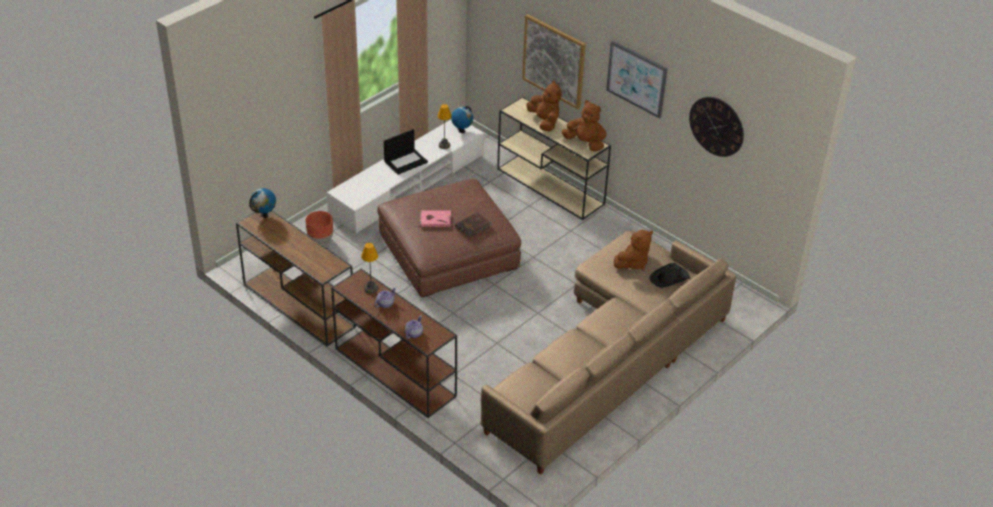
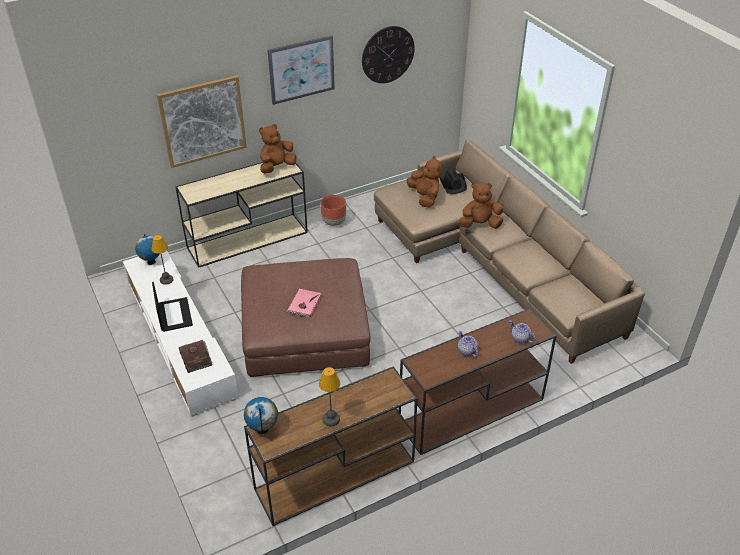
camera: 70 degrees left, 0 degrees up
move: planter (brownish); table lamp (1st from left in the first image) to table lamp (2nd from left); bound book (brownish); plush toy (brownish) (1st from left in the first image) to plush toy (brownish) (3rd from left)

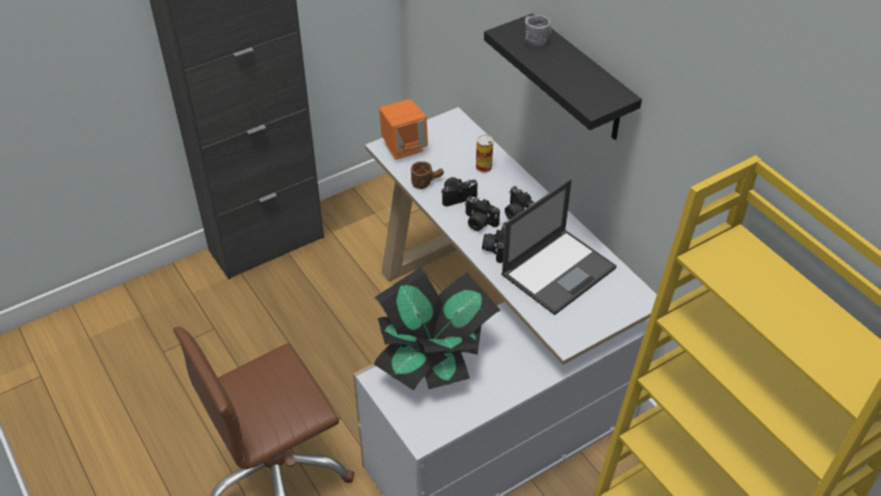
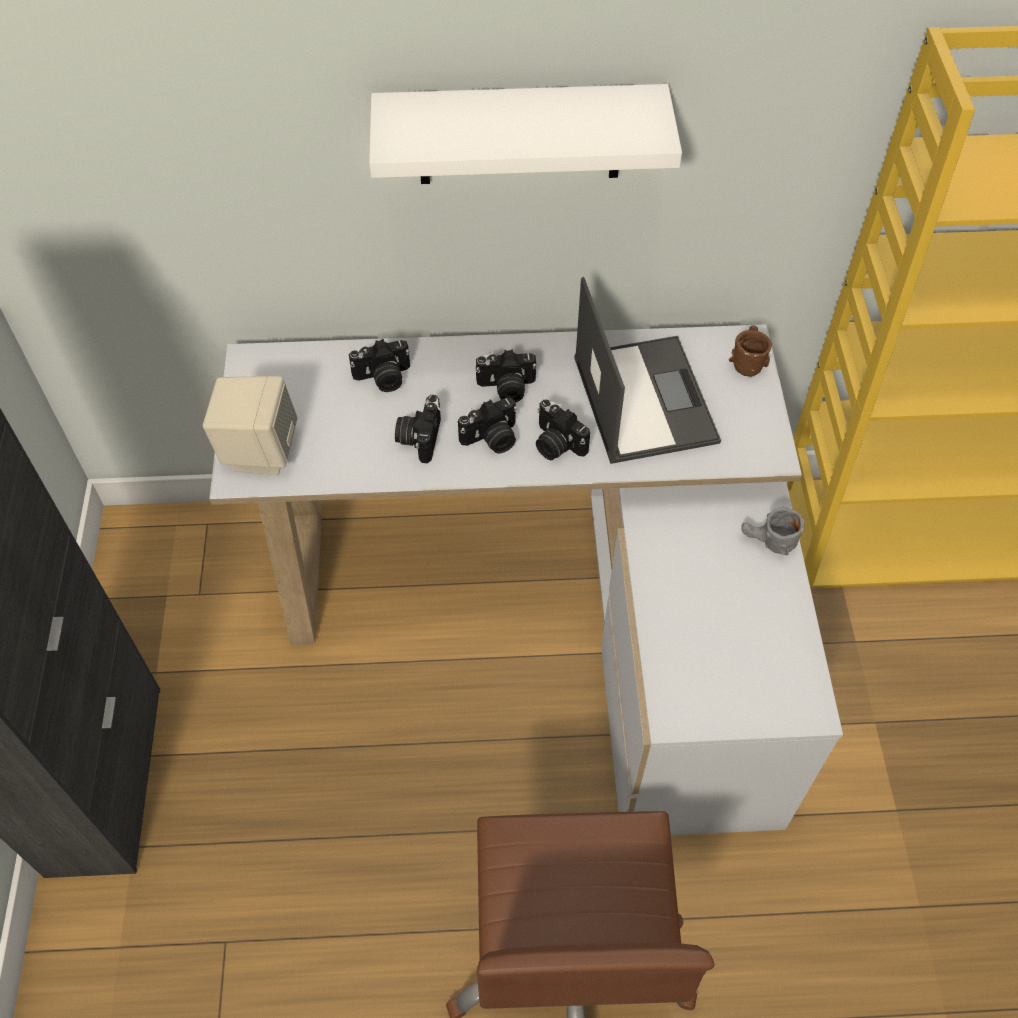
camera: 60 degrees left, 10 degrees up
delete: houseplant
move: mug (brownish); mug (greyish)
replace: sealed can to still camera (1st from left)
recolor: audio speaker (orangey) to audio speaker (beige); wall shelf (black-coloured) to wall shelf (white)

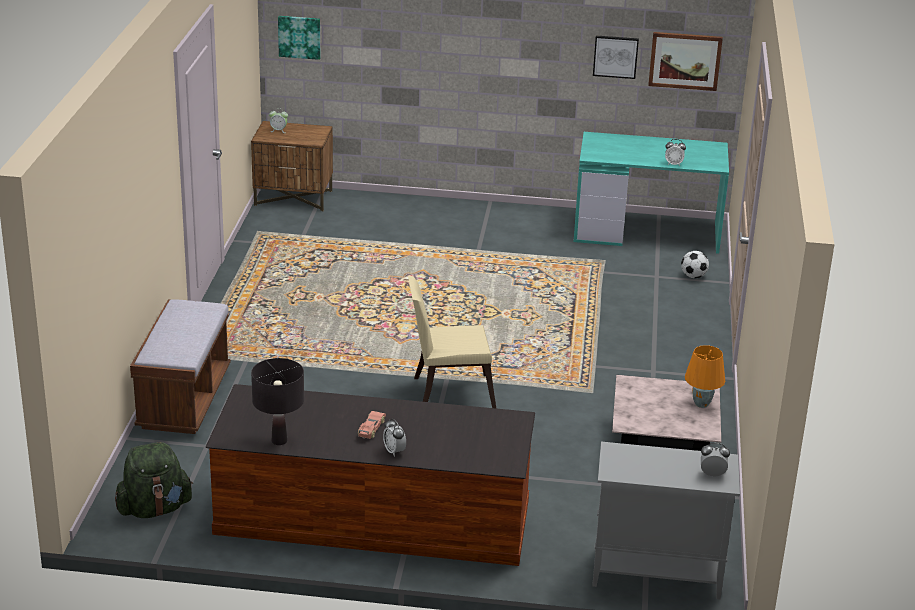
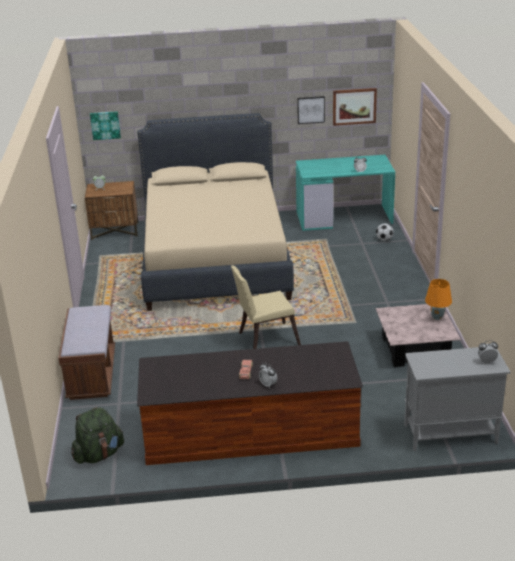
camera: 10 degrees left, 0 degrees up
delete: table lamp (black-coloured)
insert: bedroom bed (beige)

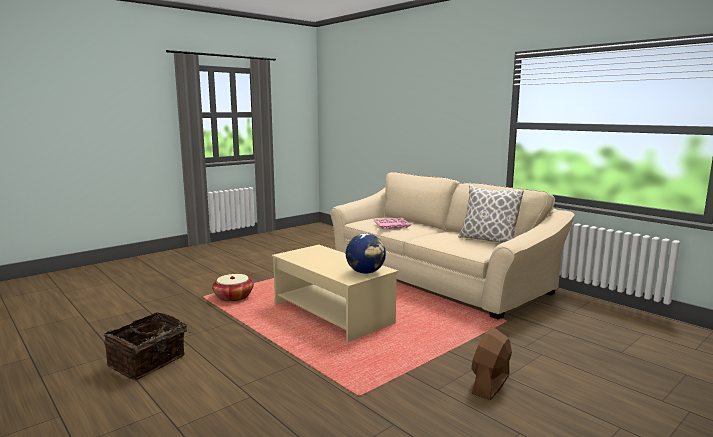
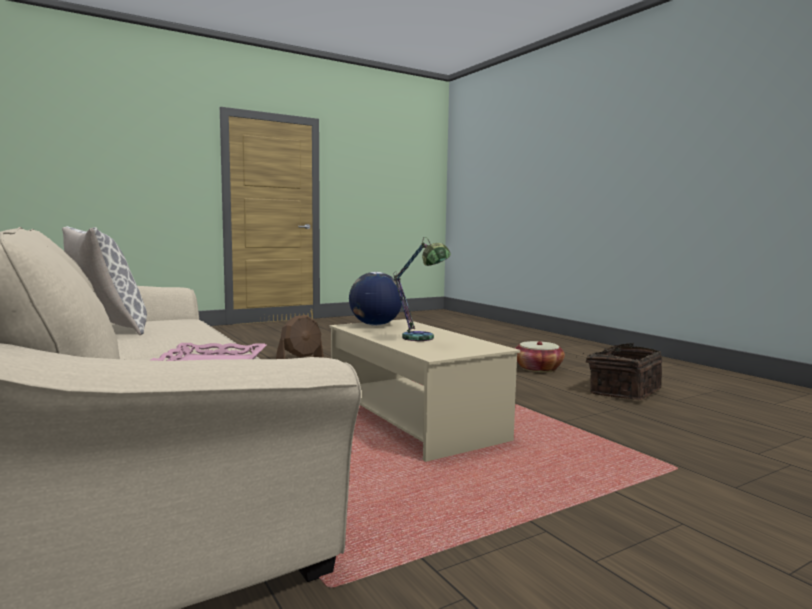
camera: 170 degrees left, 5 degrees down
insert: table lamp
move: household basket (2nd from left in the first image) to household basket (1st from left)

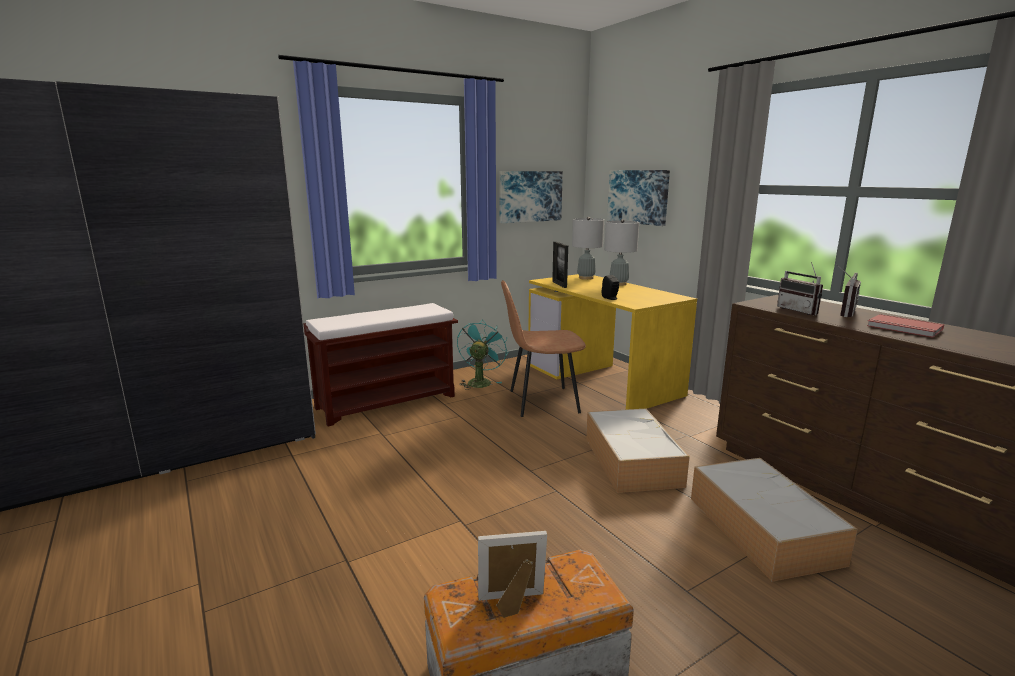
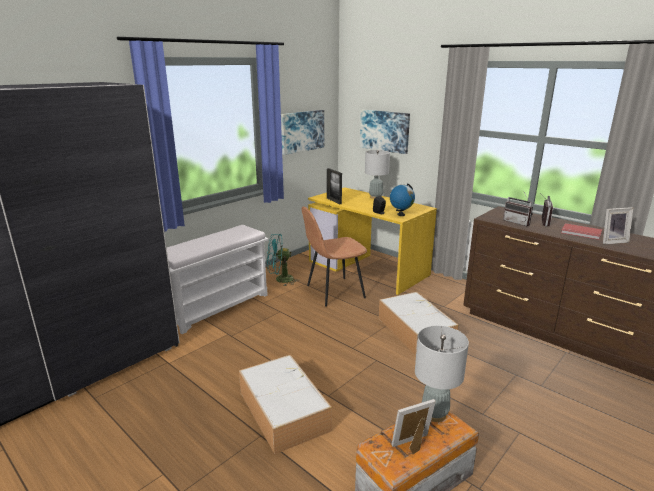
camera: 15 degrees left, 5 degrees up
insert: world globe; picture frame (3rd from left)
move: table lamp (greyish) (1st from left in the first image) to table lamp (greyish) (2nd from left); storage box (3rd from left in the first image) to storage box (1st from left)
recolor: indoor bench (brownish) to indoor bench (white)
rotate: electric fan (blue-green) 105 degrees counterclockwise

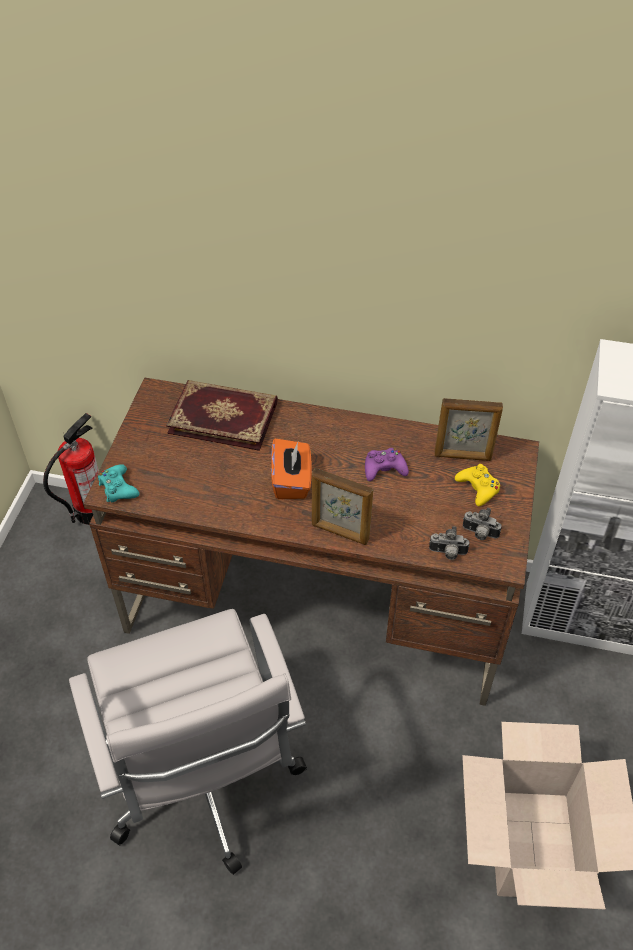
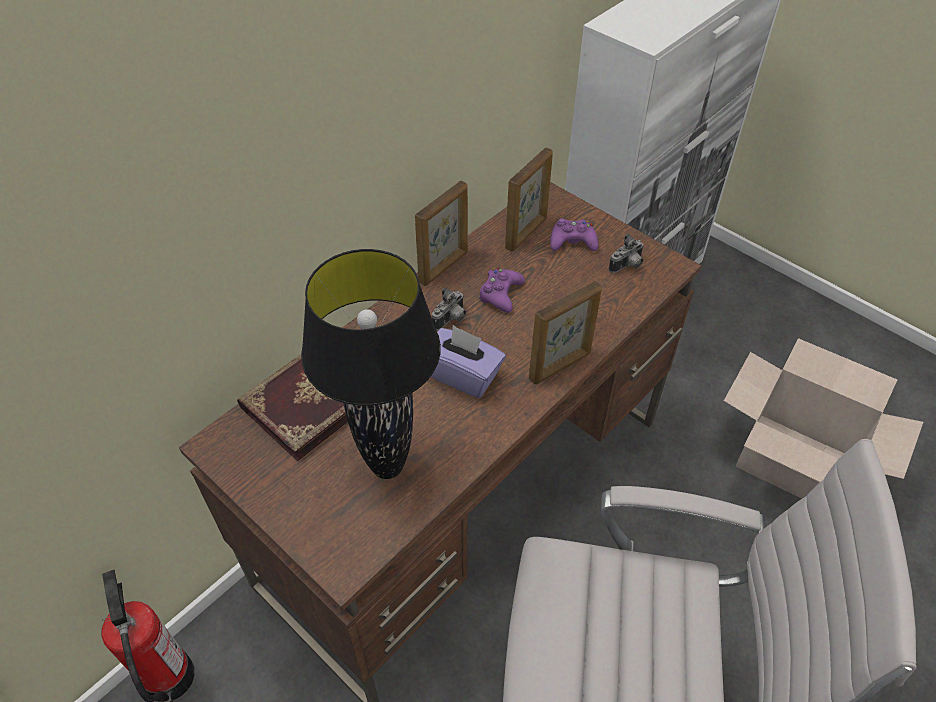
camera: 60 degrees left, 0 degrees up
delete: game controller (blue-green)
insert: table lamp (black-coloured); picture frame (1st from left)
move: still camera (1st from left)
recolor: tissue box (orangey) to tissue box (purple-coloured); game controller (yellowish) to game controller (purple-coloured) (2nd from left)

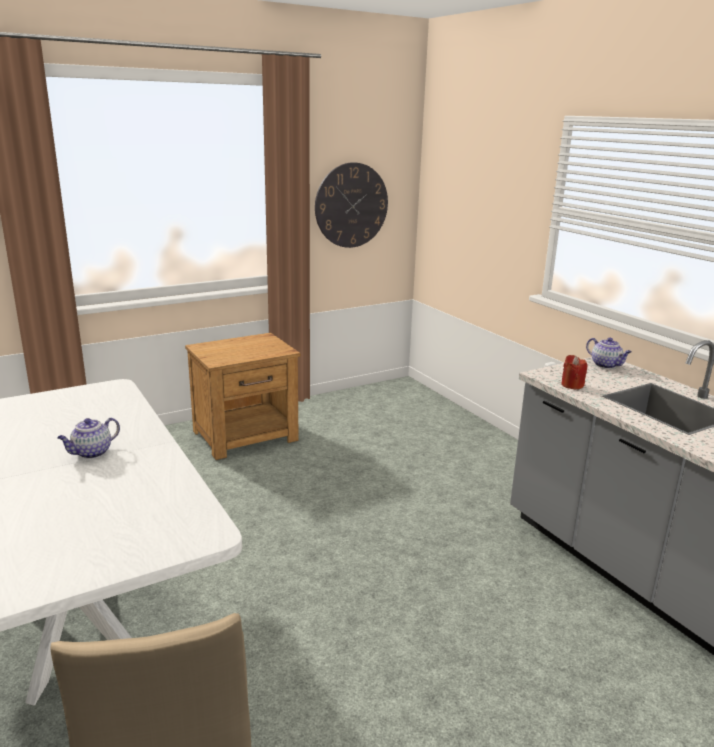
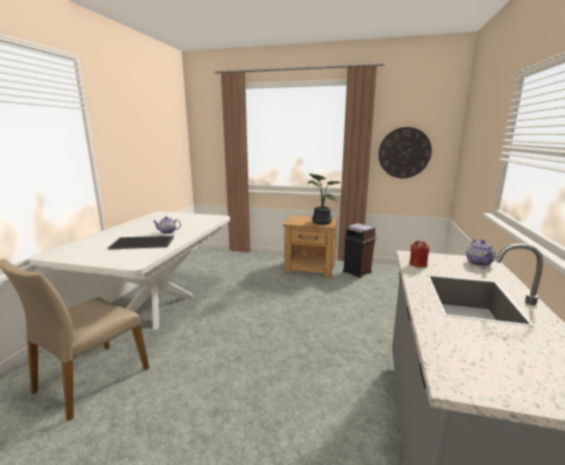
camera: 45 degrees right, 5 degrees down
insert: serving tray; houseplant; rubbish bin (brownish)

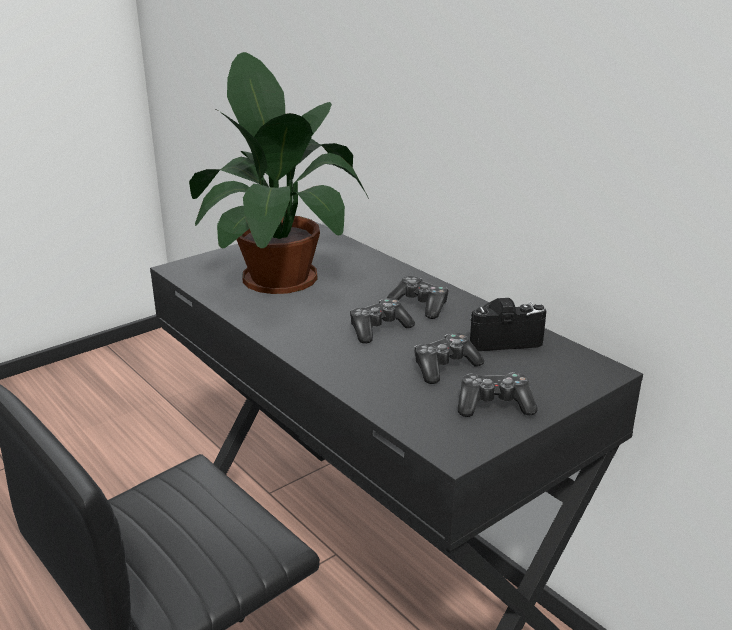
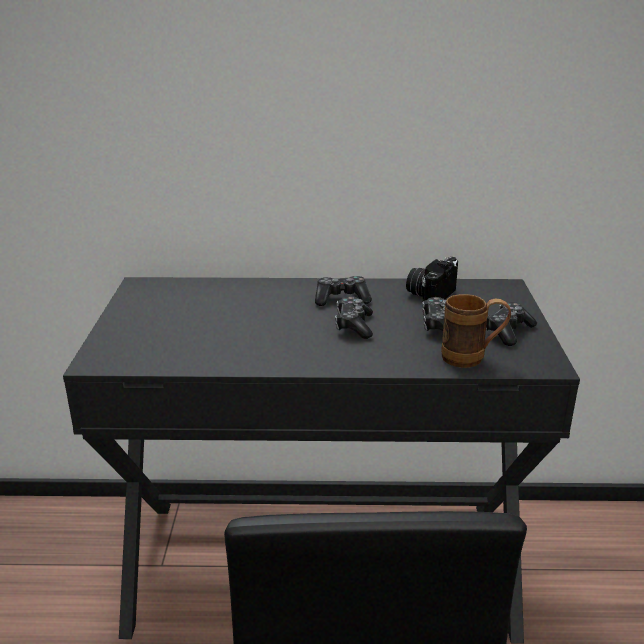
camera: 50 degrees left, 0 degrees up
delete: houseplant
insert: mug (brownish)

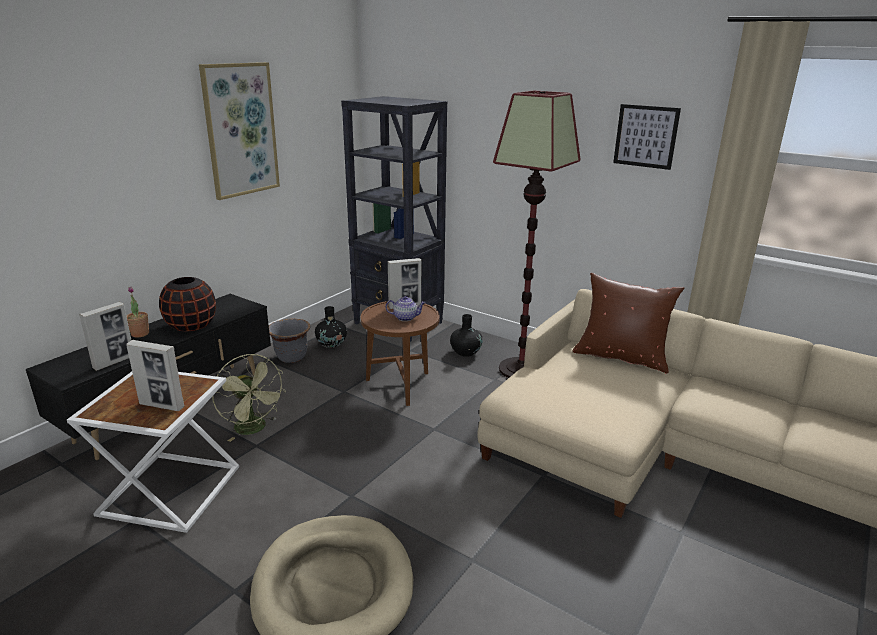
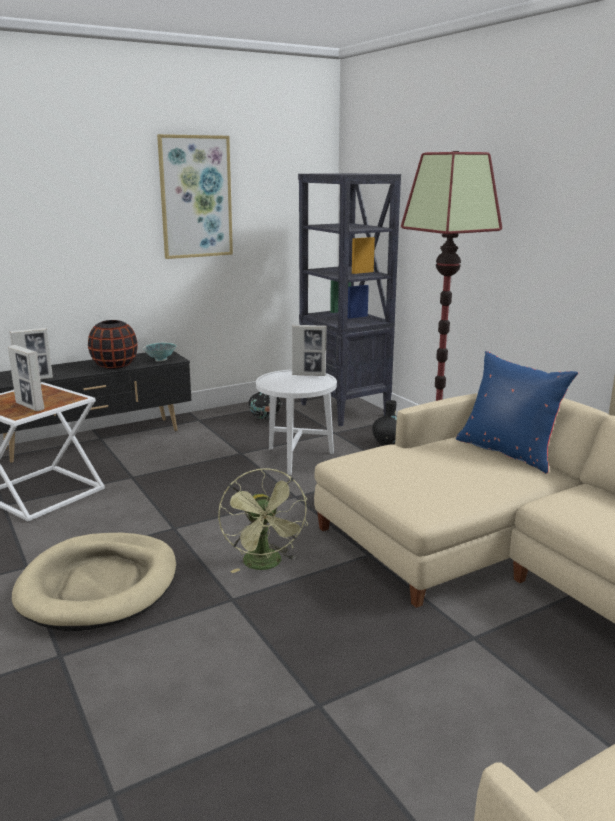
camera: 25 degrees right, 5 degrees down
delete: houseplant; planter (greyish); tea pot; picture (2nd from left)
insert: bowl
move: electric fan (greenish)
recolor: accent table (brownish) to accent table (white) (2nd from left); throw pillow (brownish) to throw pillow (bluish)

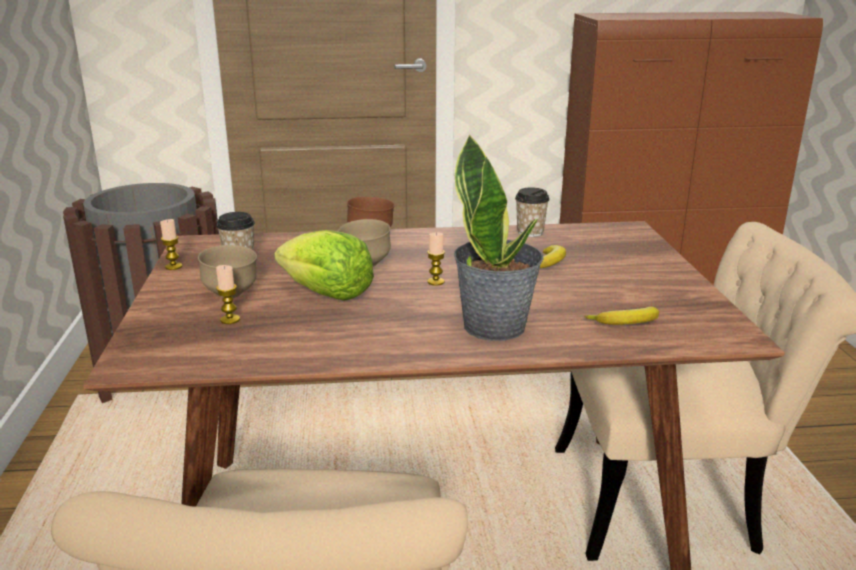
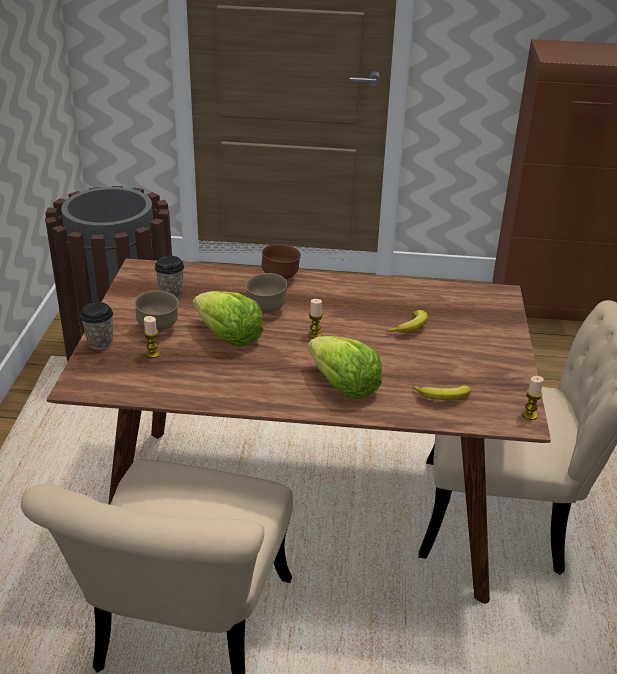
camera: 10 degrees right, 10 degrees up
move: candle (1st from left in the first image) to candle (3rd from left); drinking cup (2nd from left in the first image) to drinking cup (1st from left)
replace: houseplant to lettuce (2nd from left)

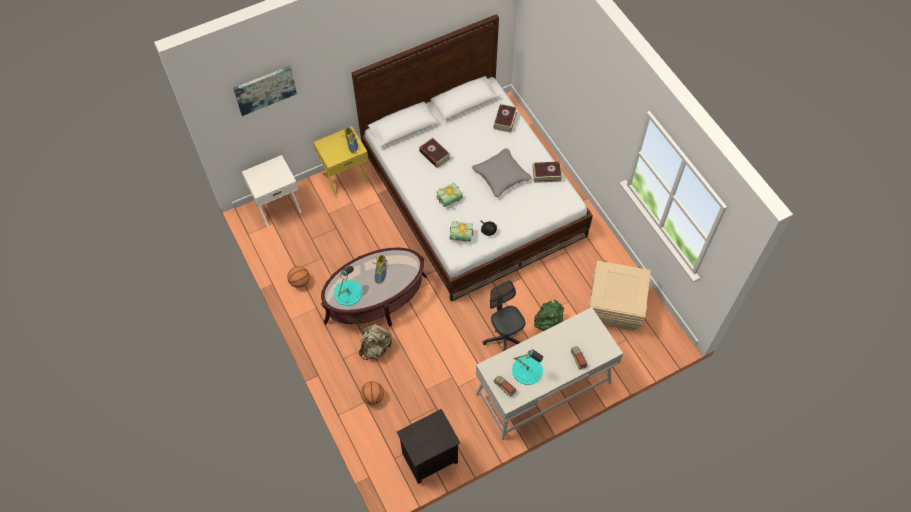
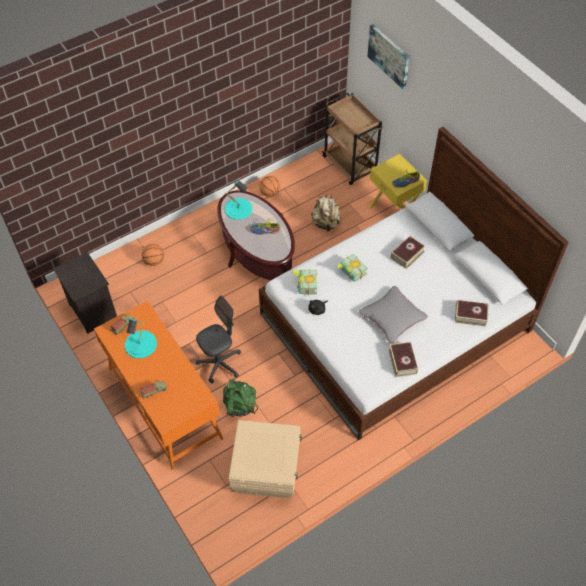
camera: 85 degrees right, 5 degrees down
move: rucksack (beige)
replace: nightstand (white) to trolley (brownish)
recolor: desk (white) to desk (orangey)

